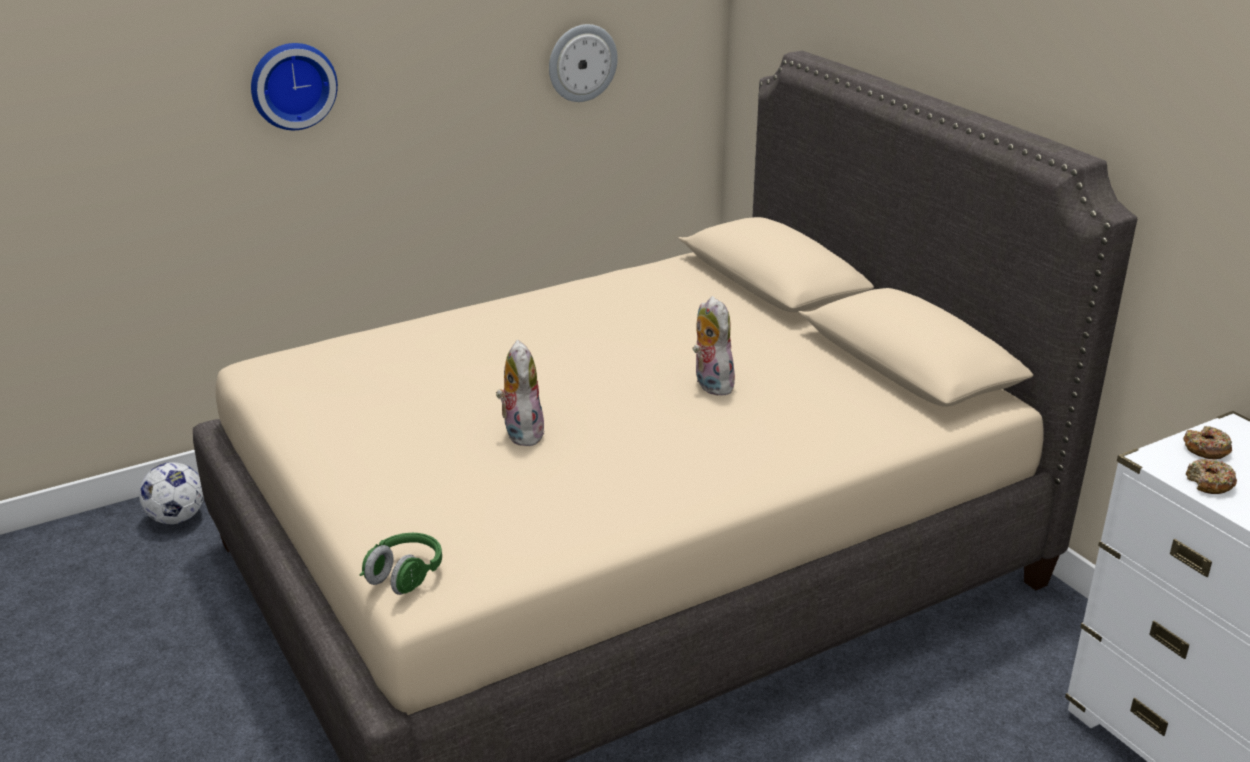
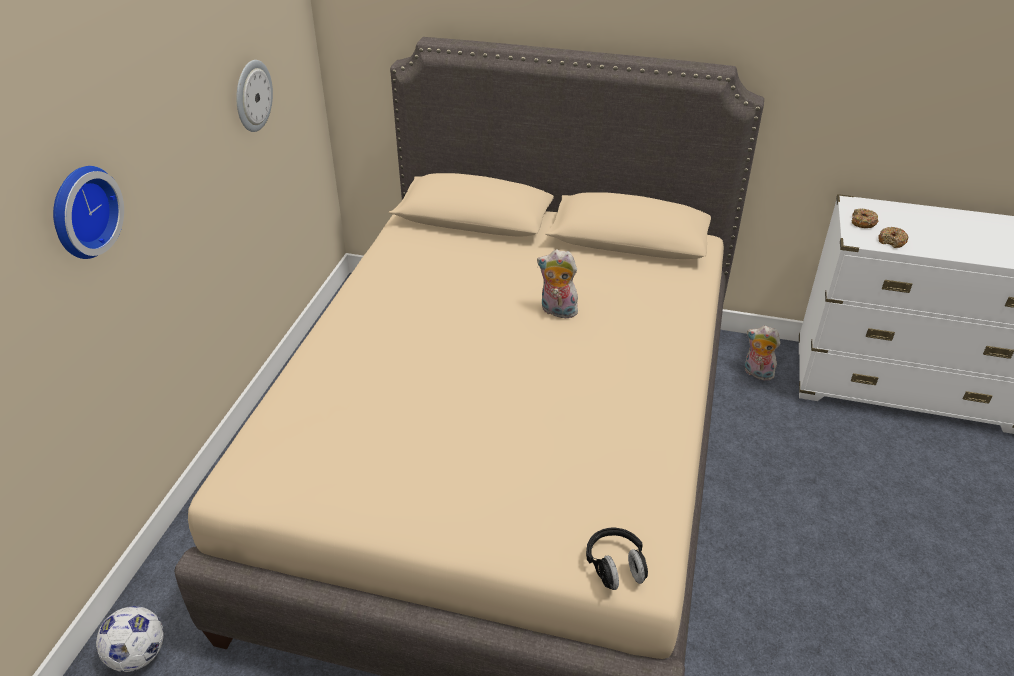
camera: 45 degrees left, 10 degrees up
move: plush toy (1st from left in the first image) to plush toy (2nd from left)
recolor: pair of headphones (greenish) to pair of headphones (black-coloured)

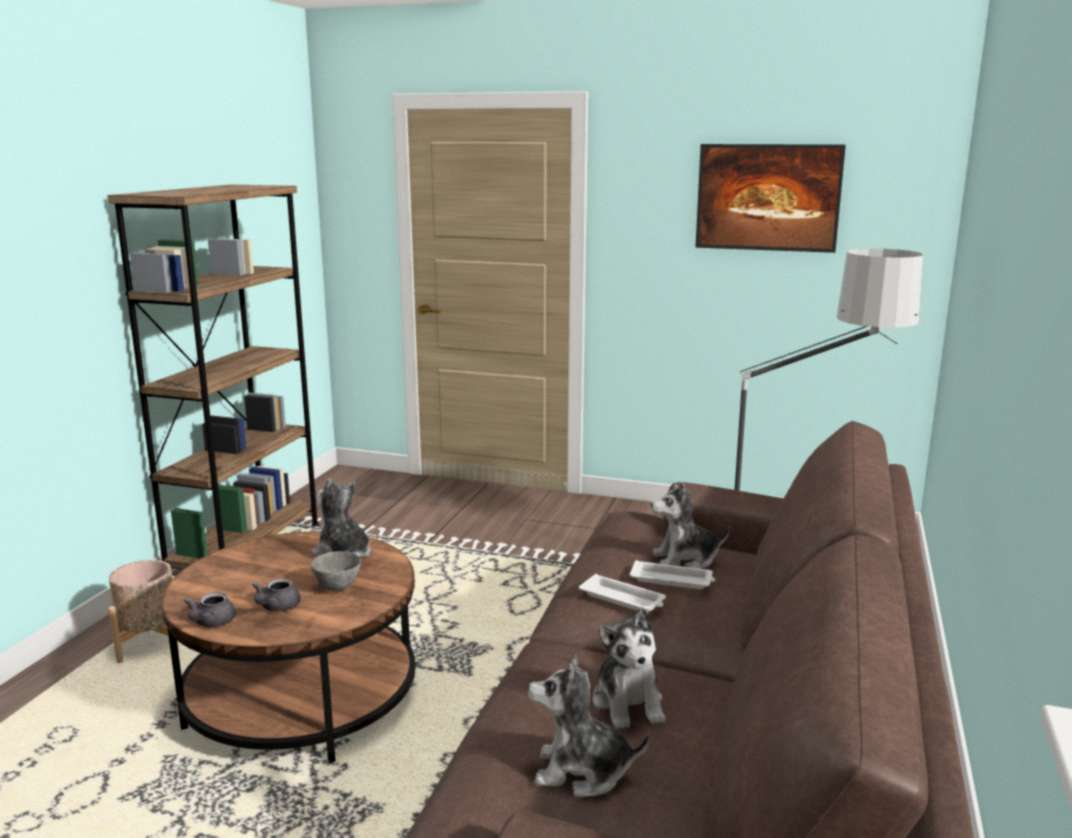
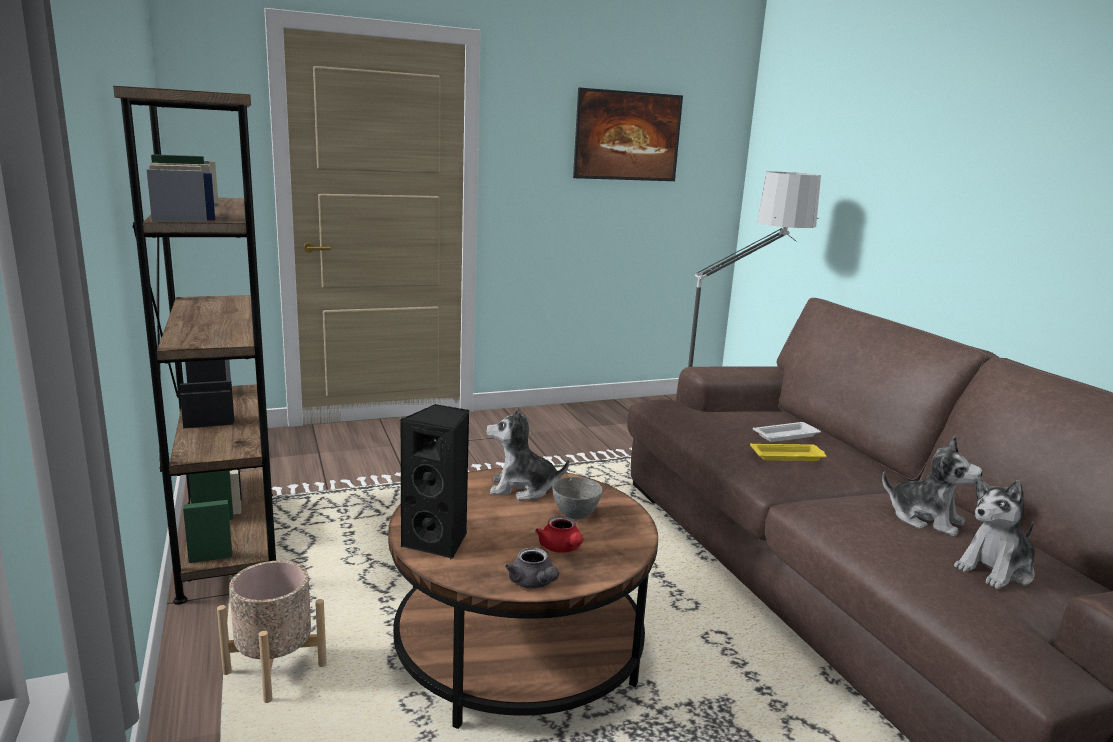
camera: 40 degrees left, 0 degrees up
delete: plush toy (4th from left)
insert: audio speaker (black-coloured)
recolor: tea pot (greyish) (2nd from left) to tea pot (red); serving tray (white) (1st from left) to serving tray (yellowish)

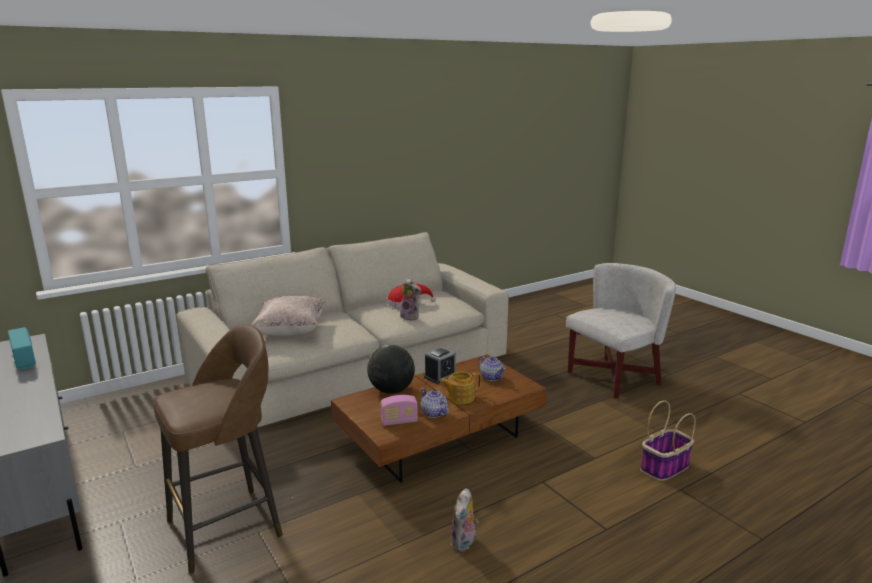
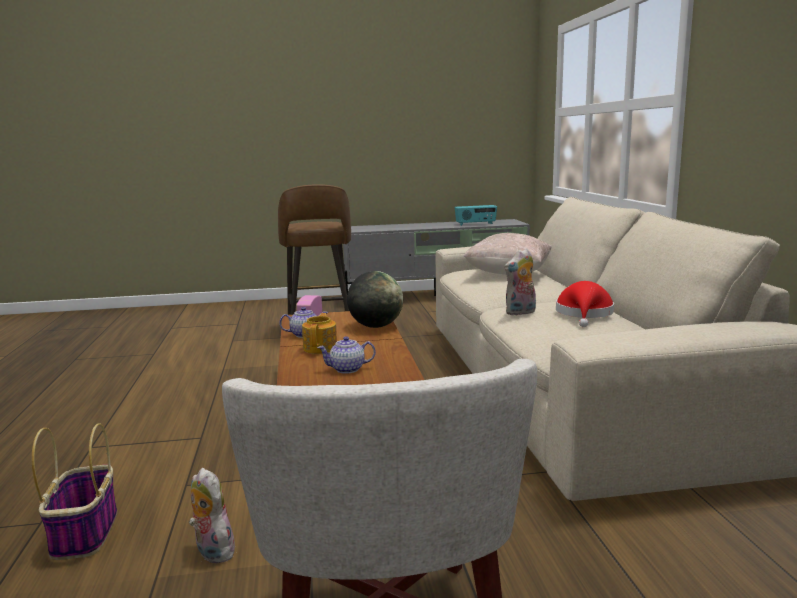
camera: 115 degrees right, 5 degrees down
delete: alarm clock
move: plush toy (2nd from left in the first image) to plush toy (1st from left)

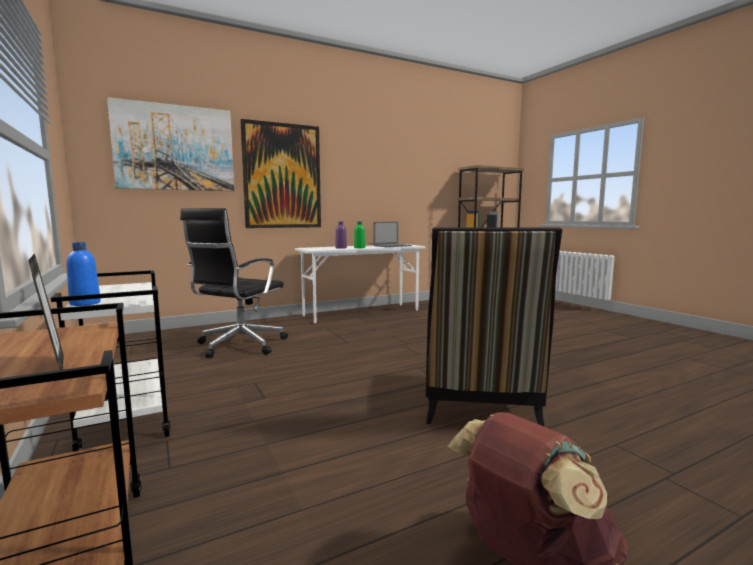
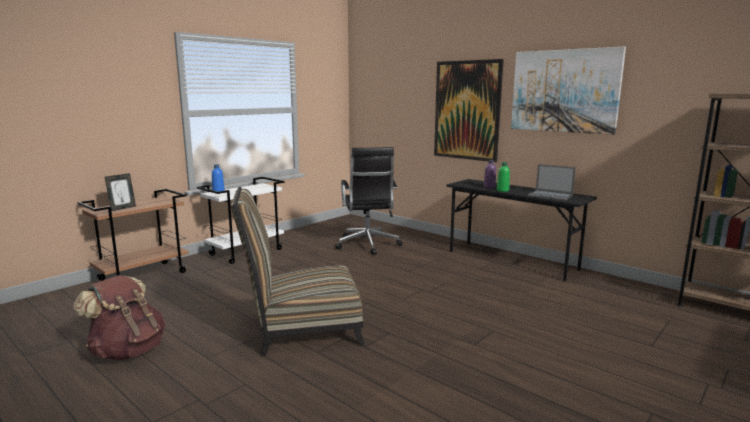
camera: 70 degrees right, 5 degrees up
move: picture (1st from left in the first image) to picture (2nd from left)
recolor: desk (white) to desk (black-coloured)
rotate: desk chair (black-coloured) 105 degrees counterclockwise

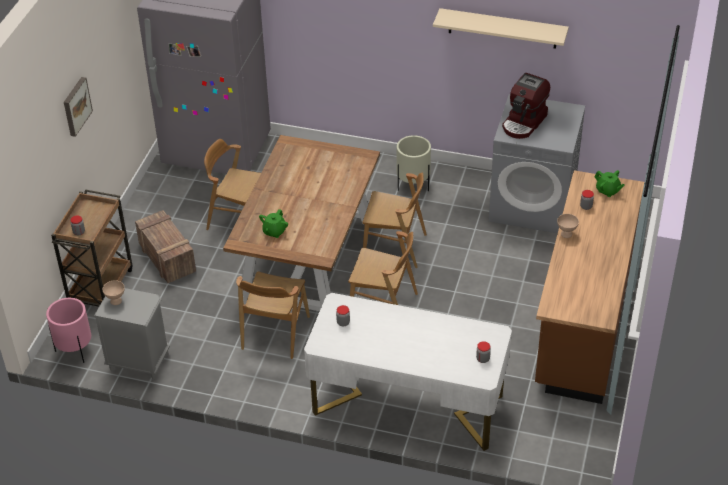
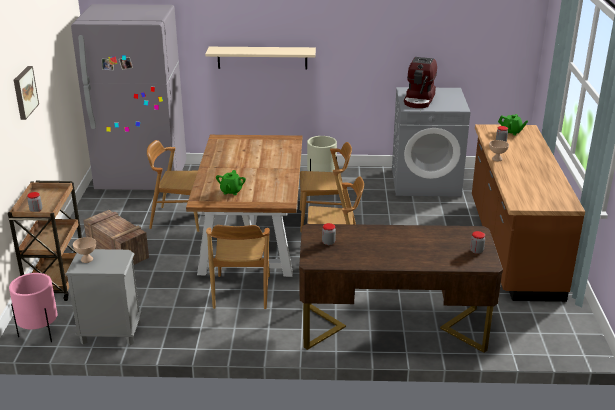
camera: 15 degrees left, 15 degrees down
move: wall shelf (beige)
recolor: desk (white) to desk (brownish)

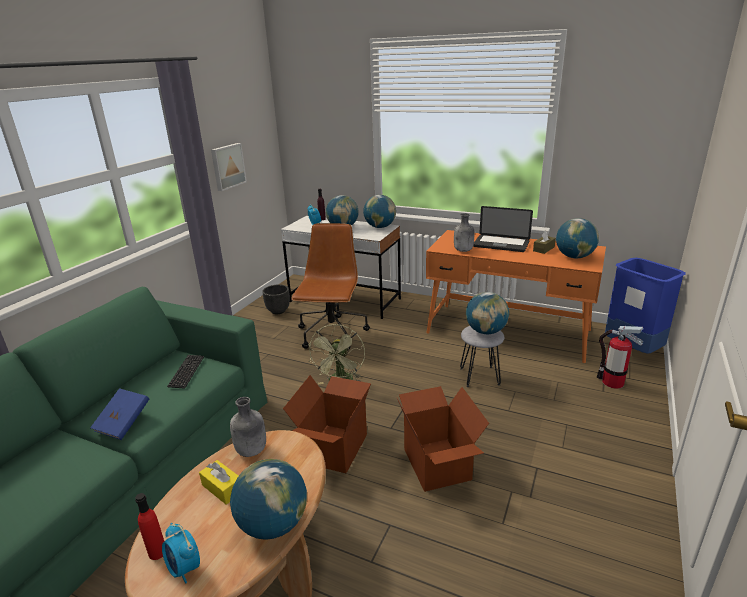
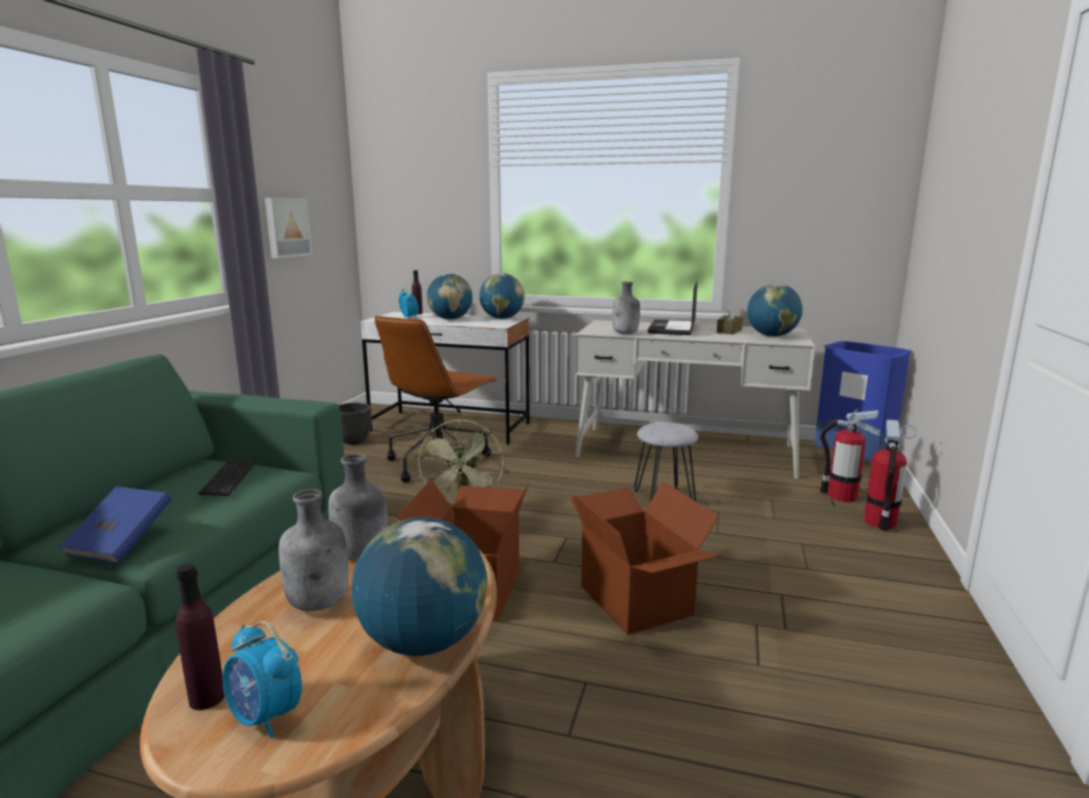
camera: 10 degrees left, 10 degrees down
delete: world globe (4th from left)
insert: fire-fighting cylinder (2nd from left)
replace: tissue box (yellowish) to beverage bottle (greyish) (1st from left)
recolor: beverage bottle (red) to beverage bottle (purple-coloured) (1st from left); desk (orangey) to desk (white) (2nd from left)
rotate: desk chair (brownish) 150 degrees counterclockwise; notebook computer 90 degrees clockwise

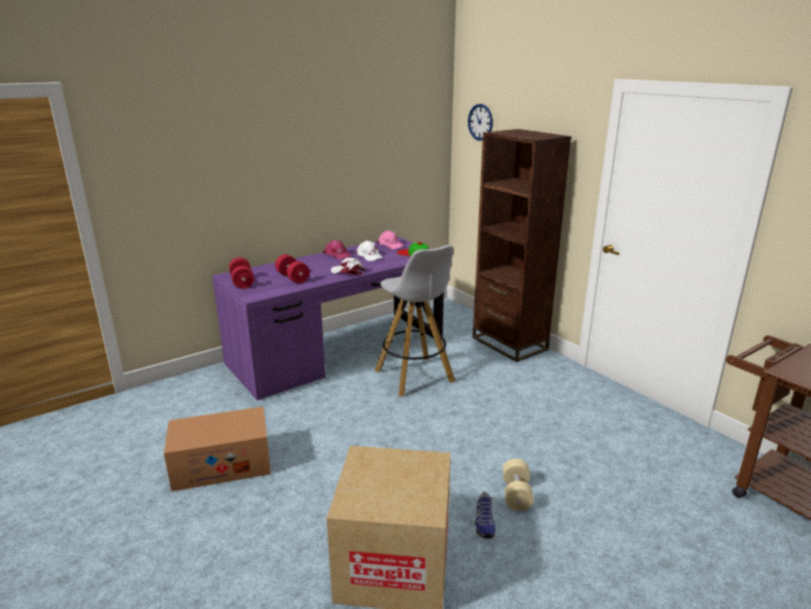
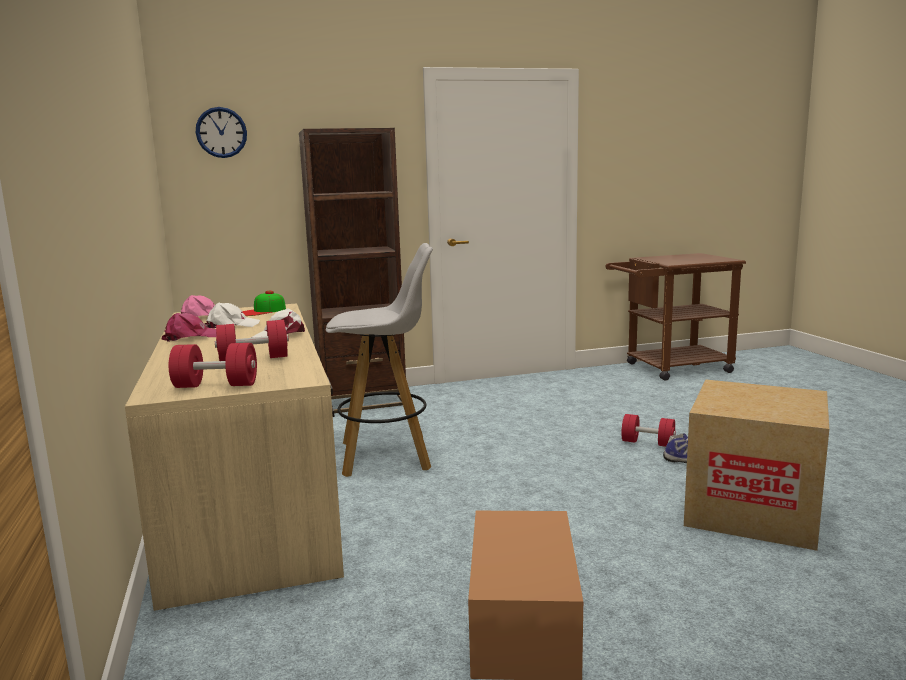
camera: 70 degrees left, 10 degrees down
recolor: desk (purple-coloured) to desk (beige); dumbbell (beige) to dumbbell (red) (3rd from left)

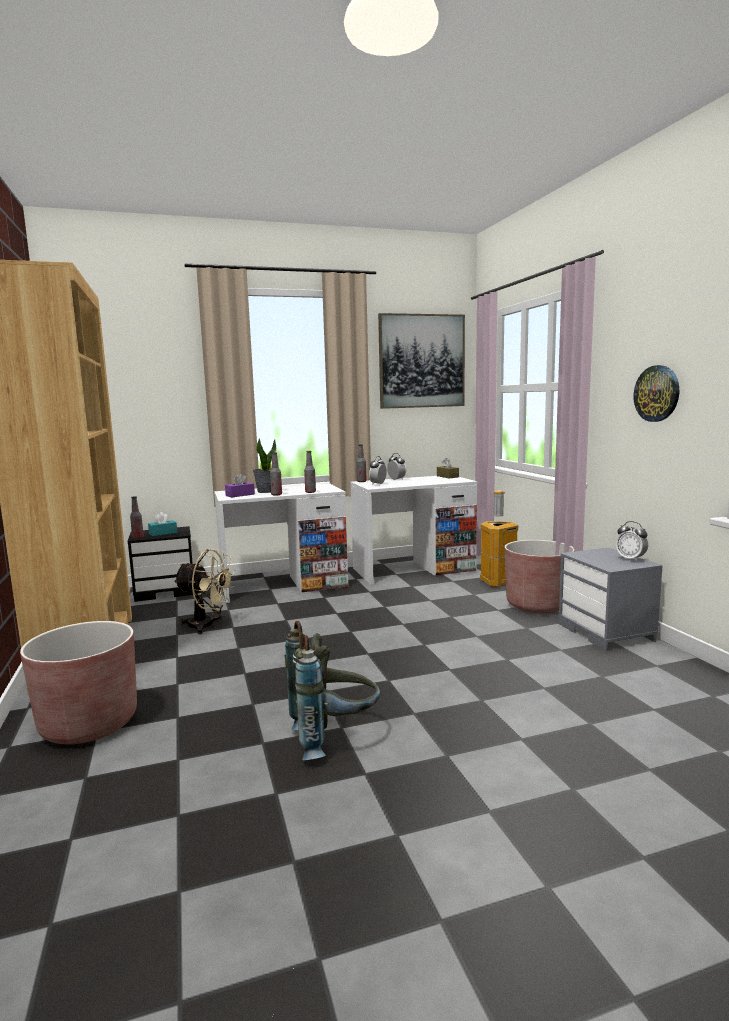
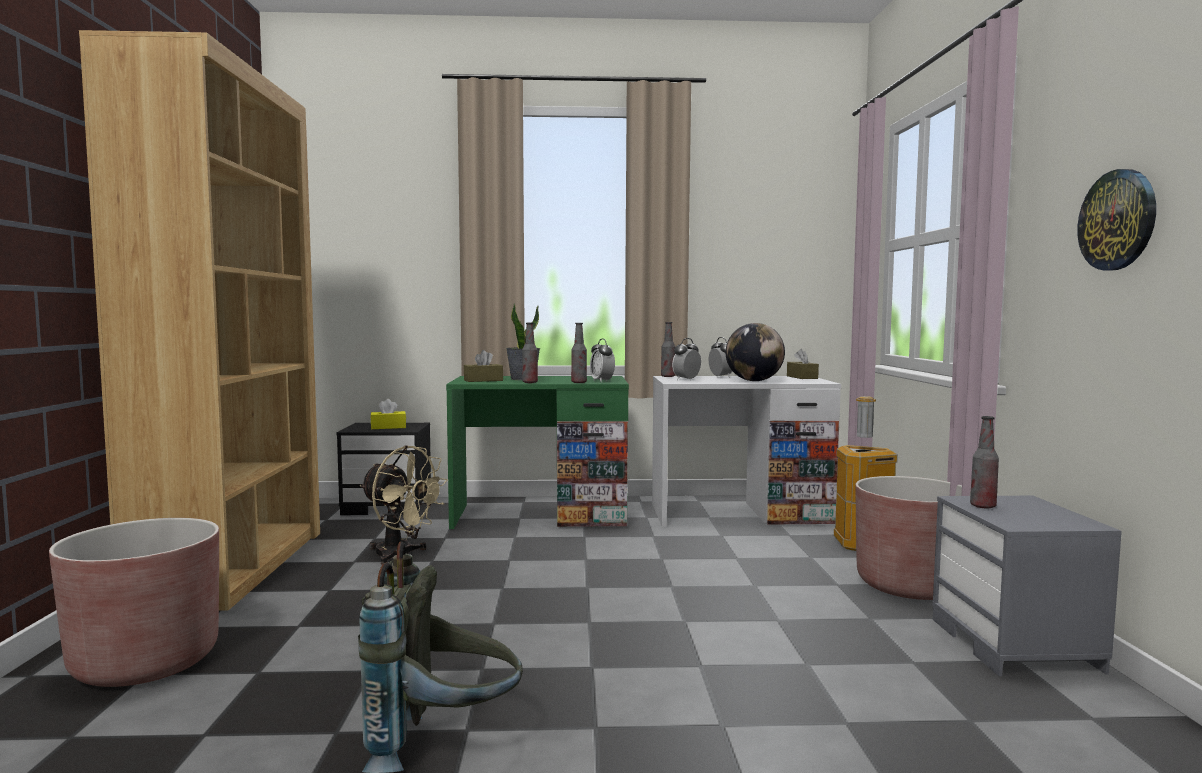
camera: 15 degrees right, 5 degrees down
delete: picture
insert: world globe
move: beverage bottle (1st from left in the first image) to beverage bottle (4th from left); alarm clock (3rd from left in the first image) to alarm clock (1st from left)
recolor: tissue box (blue-green) to tissue box (yellowish); desk (white) (1st from left) to desk (greenish); tissue box (purple-coloured) to tissue box (brownish) (1st from left)

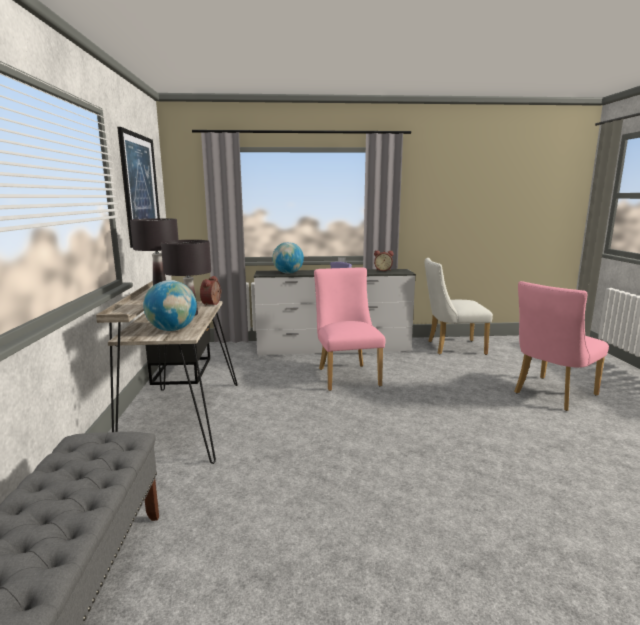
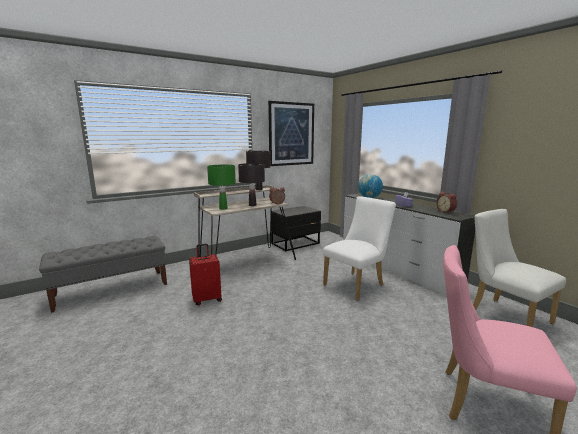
camera: 60 degrees right, 0 degrees up
insert: piece of luggage (red)
replace: world globe (1st from left) to table lamp (greenish)
recolor: chair (pinkish) (1st from left) to chair (white) (1st from left)

